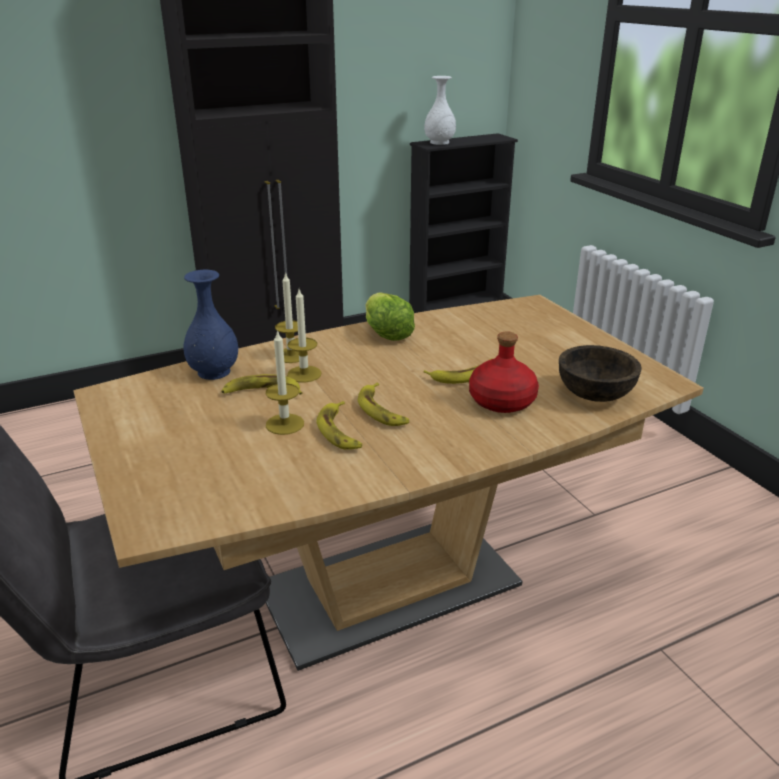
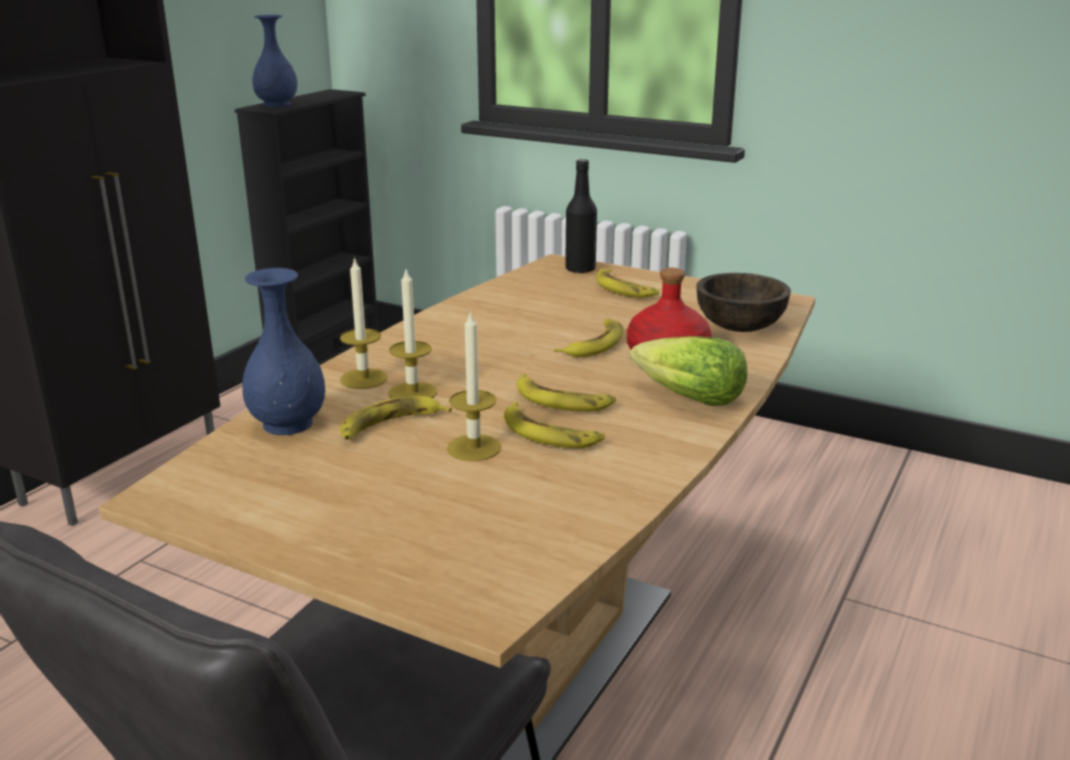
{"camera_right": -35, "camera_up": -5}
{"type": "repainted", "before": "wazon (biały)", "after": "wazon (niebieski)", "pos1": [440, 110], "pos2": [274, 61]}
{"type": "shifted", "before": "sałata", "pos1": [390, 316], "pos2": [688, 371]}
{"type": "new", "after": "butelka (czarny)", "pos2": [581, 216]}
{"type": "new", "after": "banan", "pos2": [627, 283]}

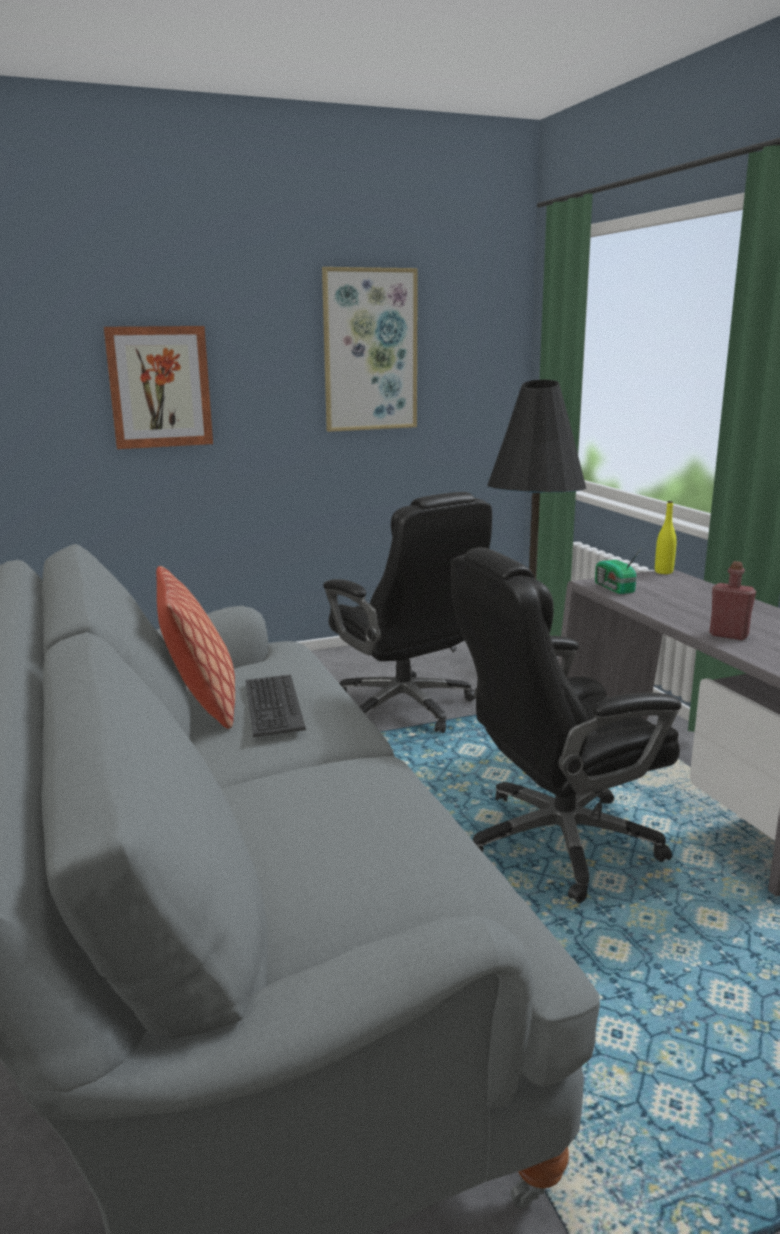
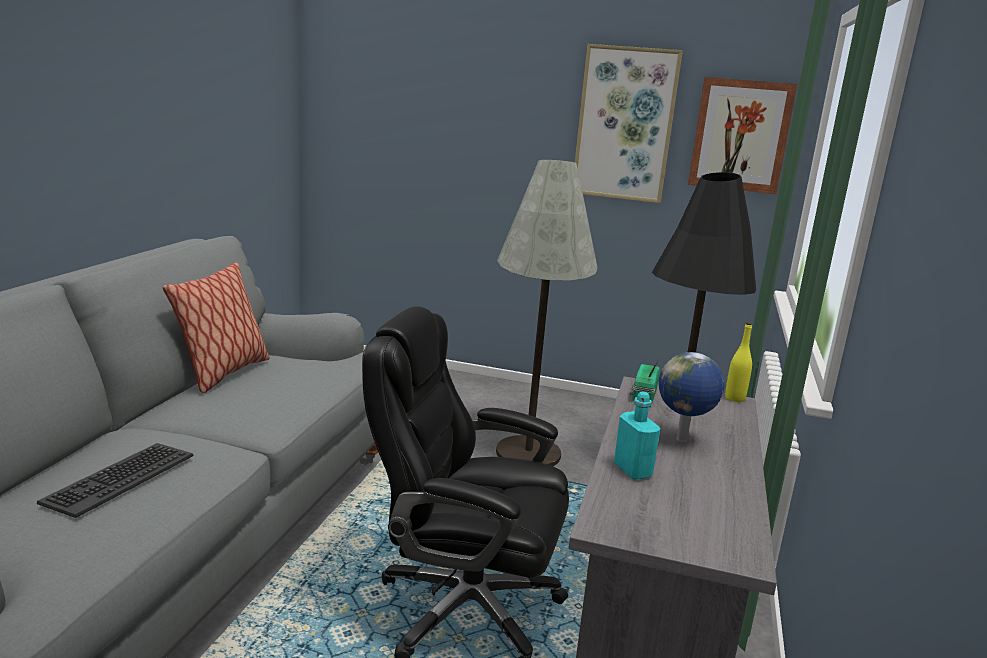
{"camera_right": 35, "camera_up": 0}
{"type": "shifted", "before": "obraz", "pos1": [158, 387], "pos2": [742, 135]}
{"type": "swapped", "before": "krzesło biurowe (czarny)", "after": "lampa stojąca (szary)", "pos1": [407, 612], "pos2": [547, 313]}
{"type": "repainted", "before": "butelka (czerwony)", "after": "butelka (turkusowy)", "pos1": [732, 600], "pos2": [637, 436]}
{"type": "shifted", "before": "klawiatura", "pos1": [275, 705], "pos2": [115, 480]}
{"type": "new", "after": "globus", "pos2": [691, 397]}

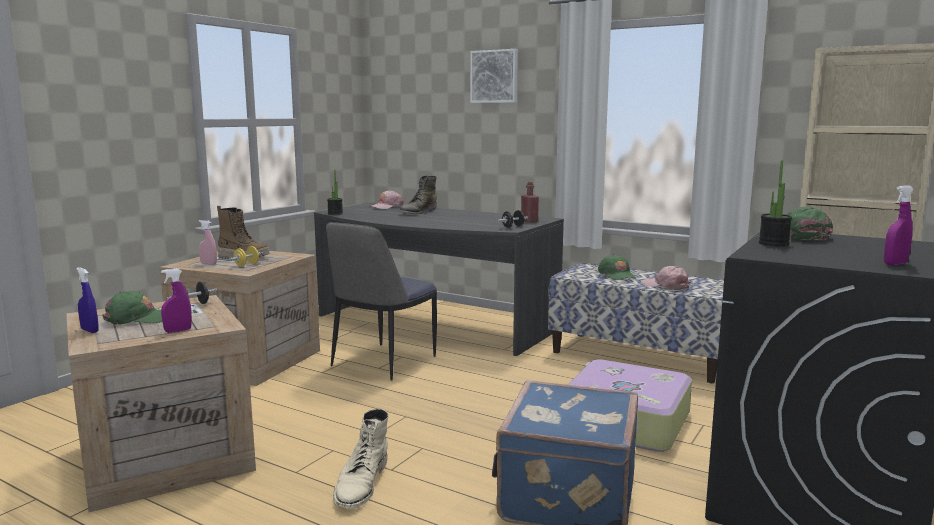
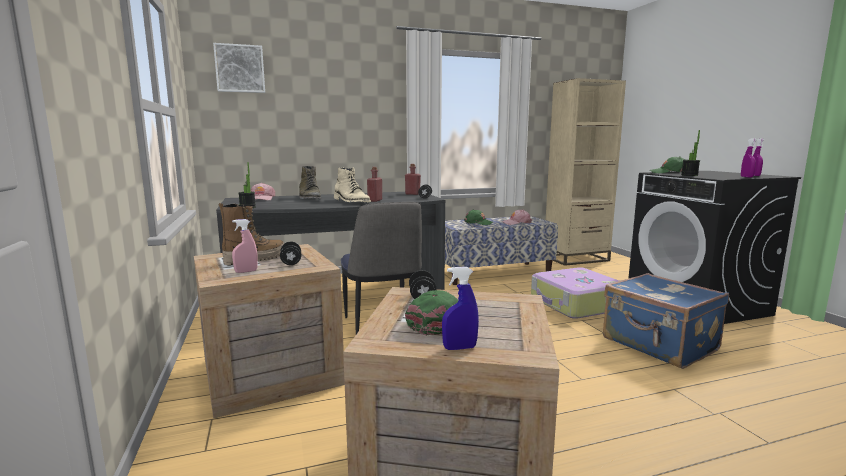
{"camera_right": -50, "camera_up": 0}
{"type": "shifted", "before": "obraz", "pos1": [494, 76], "pos2": [239, 68]}
{"type": "repainted", "before": "hantel (żółty)", "after": "hantel (czarny)", "pos1": [246, 256], "pos2": [290, 253]}
{"type": "shifted", "before": "spryskiwacz (fioletowy)", "pos1": [176, 300], "pos2": [749, 157]}
{"type": "shifted", "before": "but z cholewką (beżowy)", "pos1": [360, 459], "pos2": [352, 185]}
{"type": "new", "after": "butelka (czerwony)", "pos2": [374, 184]}

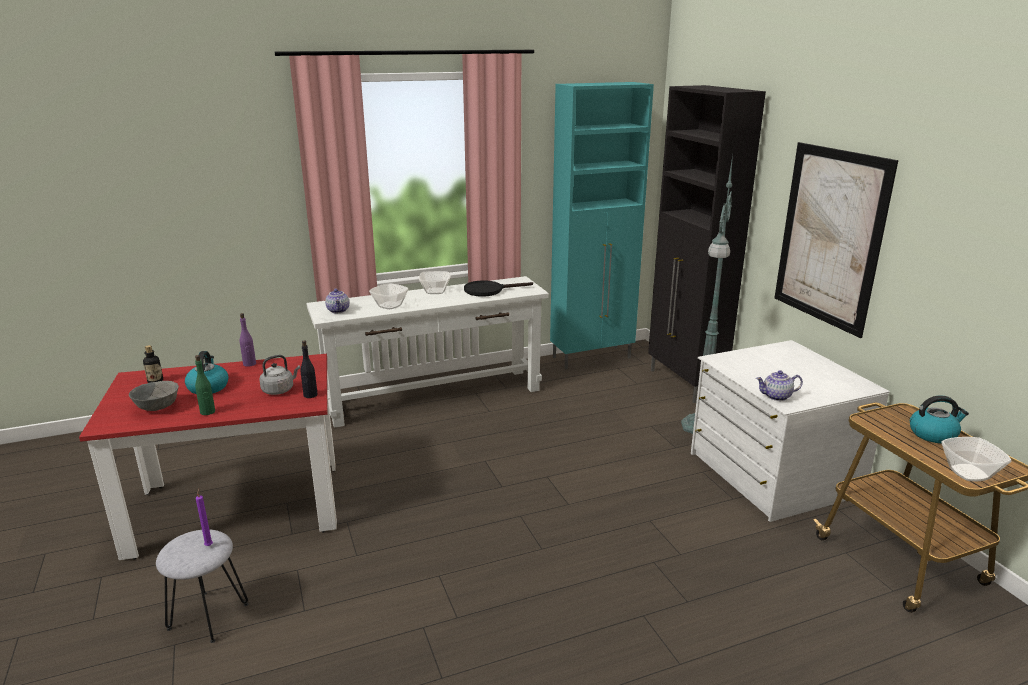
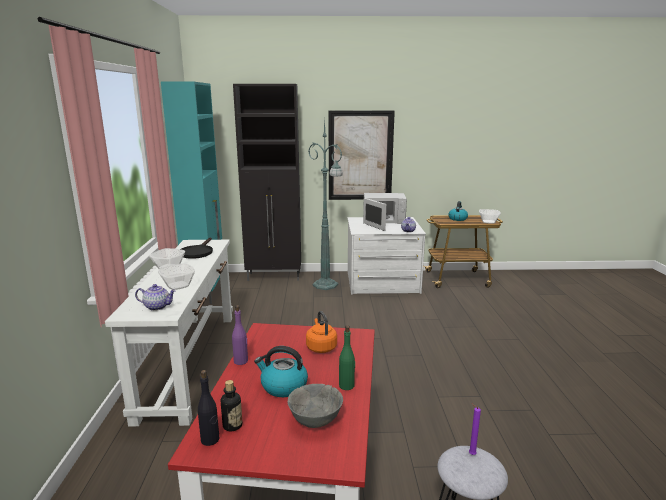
{"camera_right": -70, "camera_up": -5}
{"type": "shifted", "before": "butelka (czarny)", "pos1": [309, 369], "pos2": [208, 408]}
{"type": "repainted", "before": "czajnik (szary)", "after": "czajnik (pomarańczowy)", "pos1": [279, 375], "pos2": [321, 332]}
{"type": "new", "after": "mikrofalówka (biały)", "pos2": [385, 212]}

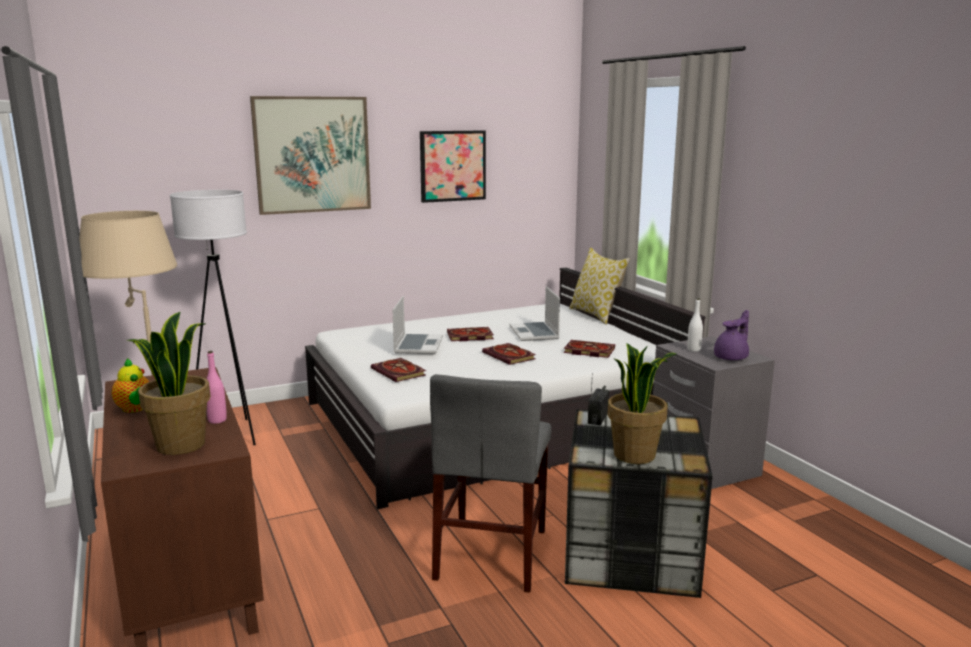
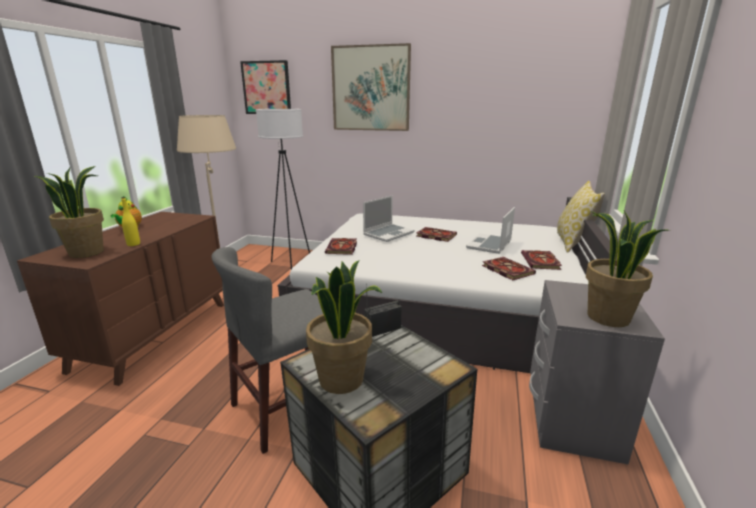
{"camera_right": 40, "camera_up": 5}
{"type": "shifted", "before": "obraz", "pos1": [453, 166], "pos2": [265, 87]}
{"type": "gone", "before": "butelka (biały)", "pos1": [695, 325]}
{"type": "swapped", "before": "imbryk (fioletowy)", "after": "roślina doniczkowa", "pos1": [731, 335], "pos2": [627, 269]}
{"type": "shifted", "before": "książka", "pos1": [509, 354], "pos2": [541, 260]}
{"type": "repainted", "before": "butelka (różowy)", "after": "butelka (żółty)", "pos1": [216, 387], "pos2": [130, 221]}

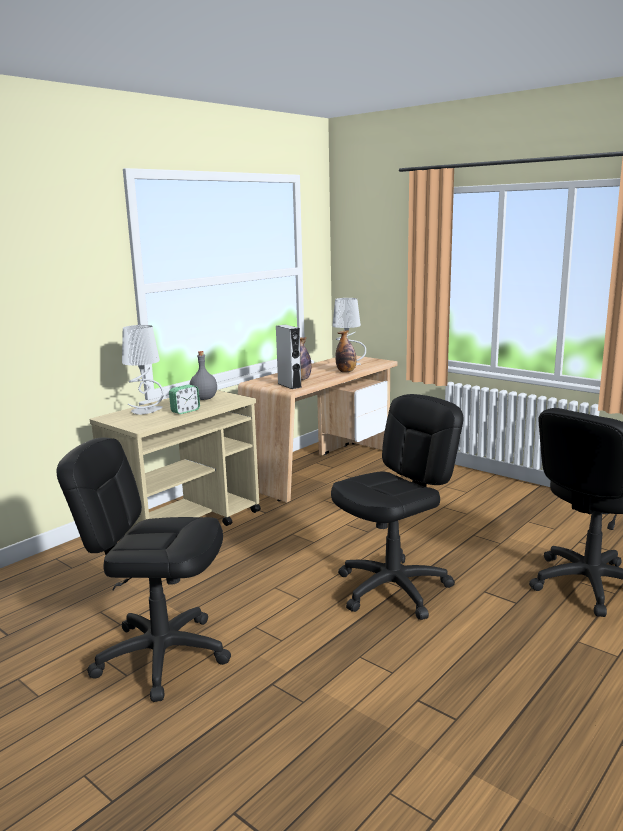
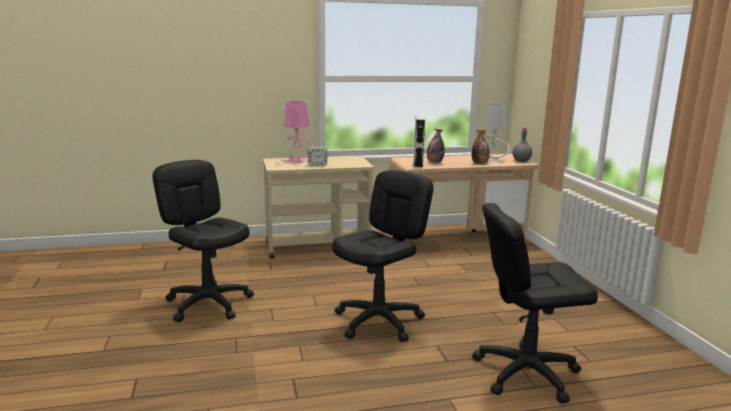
{"camera_right": 35, "camera_up": 0}
{"type": "repainted", "before": "lampa stołowa (szary)", "after": "lampa stołowa (różowy)", "pos1": [143, 370], "pos2": [299, 131]}
{"type": "shifted", "before": "butelka (szary)", "pos1": [203, 375], "pos2": [522, 145]}
{"type": "rotated", "before": "krzesło biurowe (czarny)", "pos1": [397, 507], "pos2": [383, 256], "turn": -45}

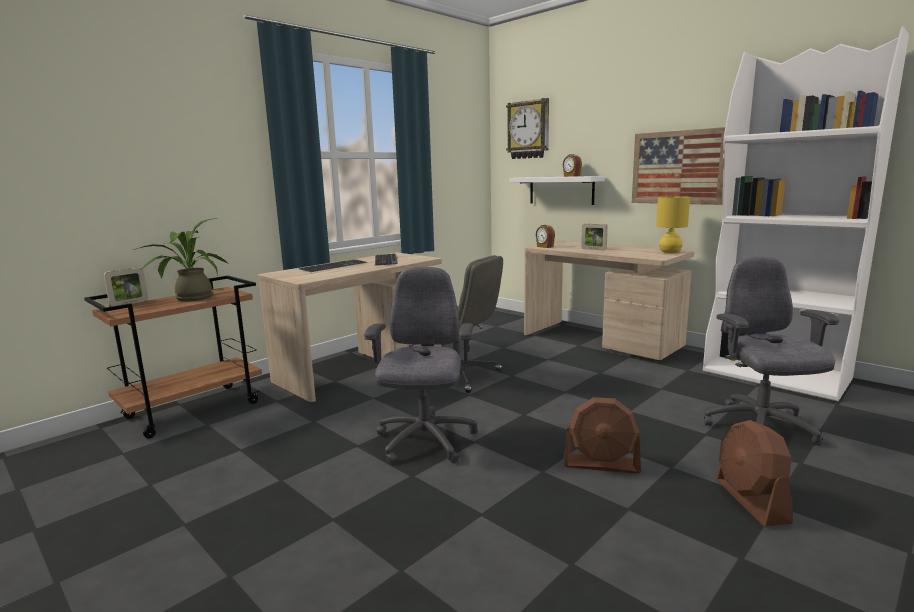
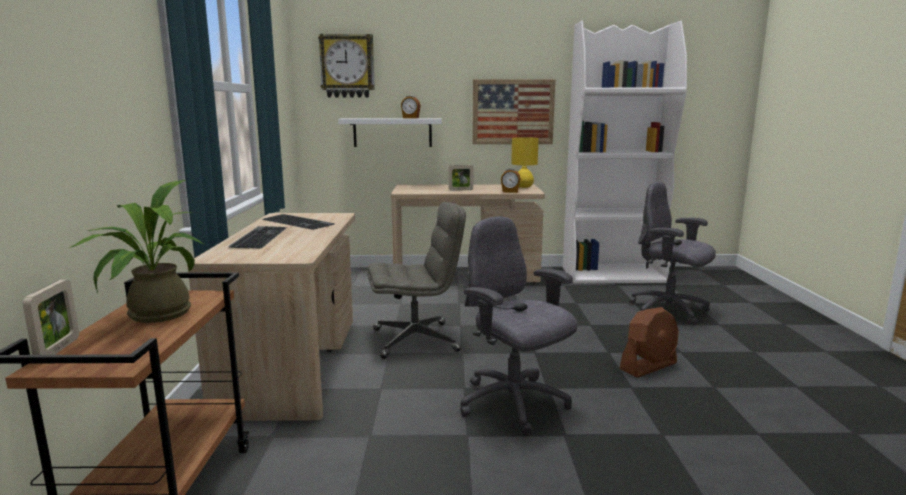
{"camera_right": -45, "camera_up": 0}
{"type": "shifted", "before": "budzik", "pos1": [545, 236], "pos2": [510, 181]}
{"type": "gone", "before": "wentylator (brązowy)", "pos1": [754, 473]}

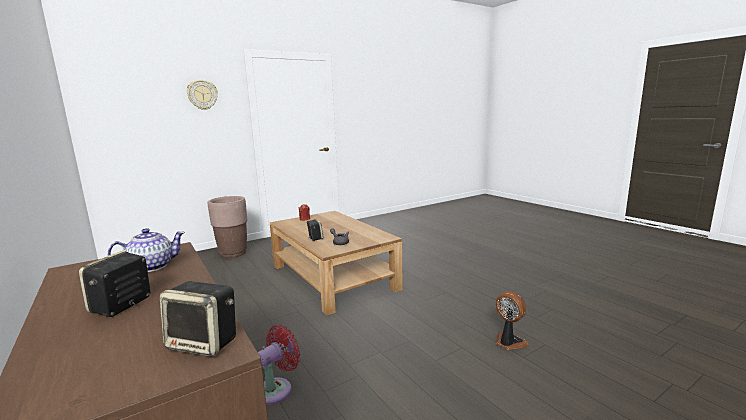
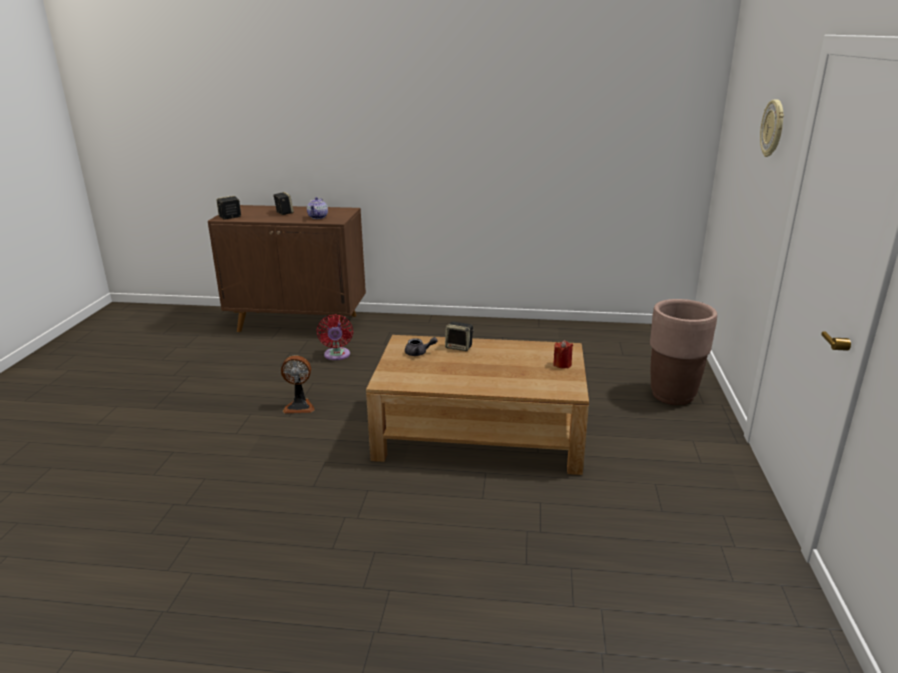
{"camera_right": 130, "camera_up": 10}
{"type": "shifted", "before": "wentylator", "pos1": [512, 320], "pos2": [298, 384]}

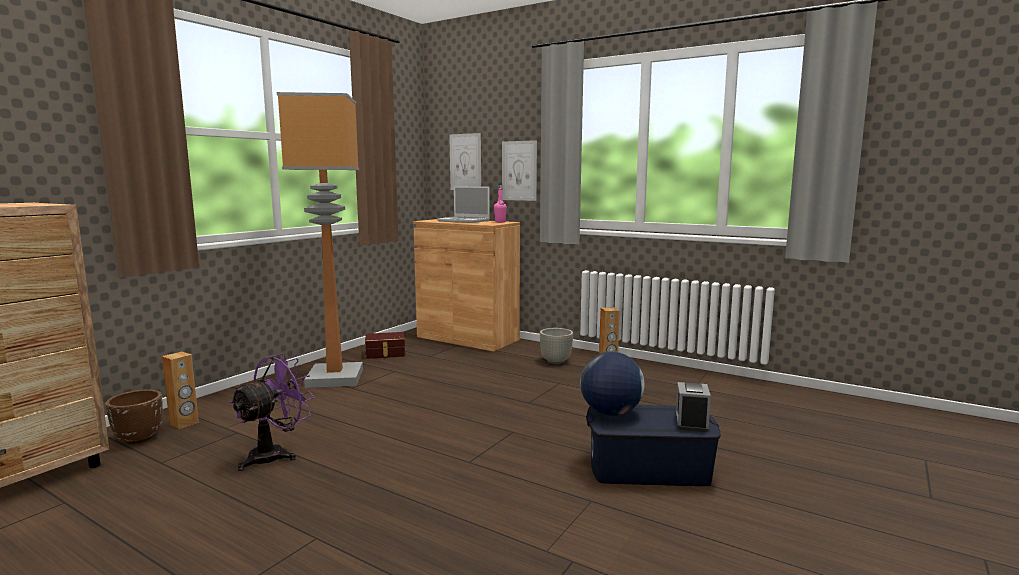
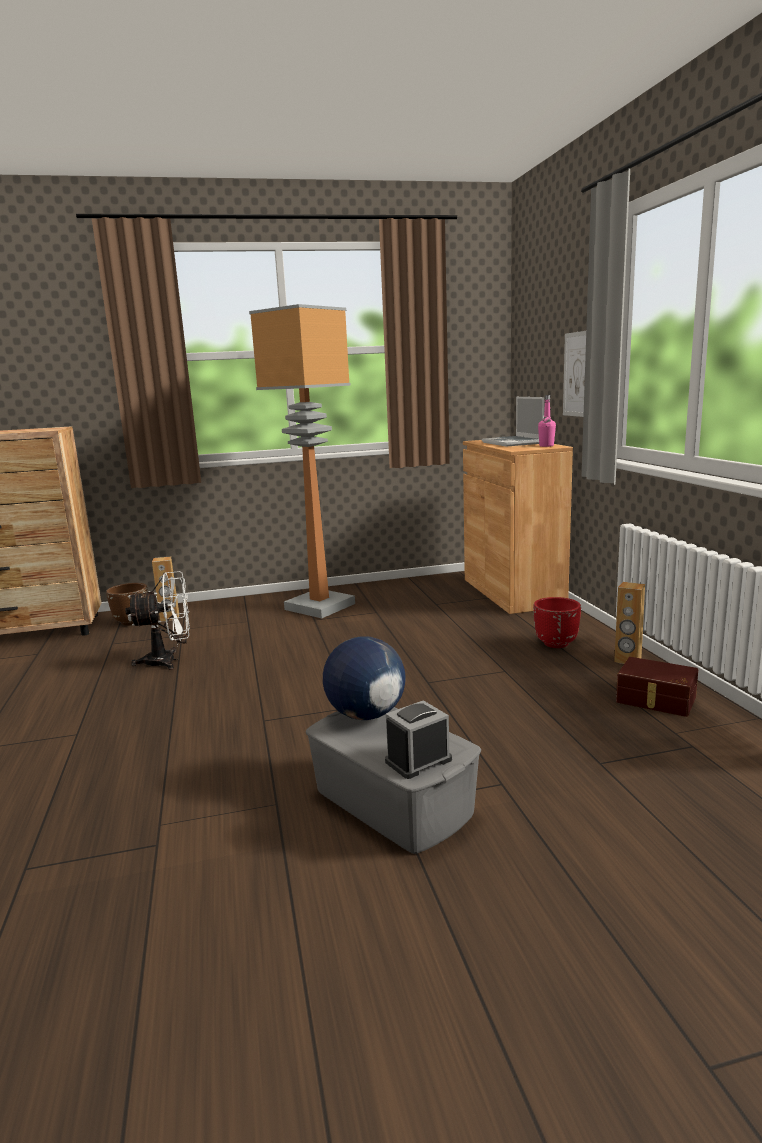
{"camera_right": 45, "camera_up": 5}
{"type": "gone", "before": "obraz", "pos1": [465, 161]}
{"type": "repainted", "before": "donica (szary)", "after": "donica (czerwony)", "pos1": [556, 346], "pos2": [557, 622]}
{"type": "shifted", "before": "pojemnik do przechowywania (brązowy)", "pos1": [385, 345], "pos2": [657, 687]}
{"type": "repainted", "before": "wentylator (fioletowy)", "after": "wentylator (biały)", "pos1": [272, 412], "pos2": [157, 620]}
{"type": "repainted", "before": "pojemnik do przechowywania (niebieski)", "after": "pojemnik do przechowywania (szary)", "pos1": [653, 445], "pos2": [393, 780]}

